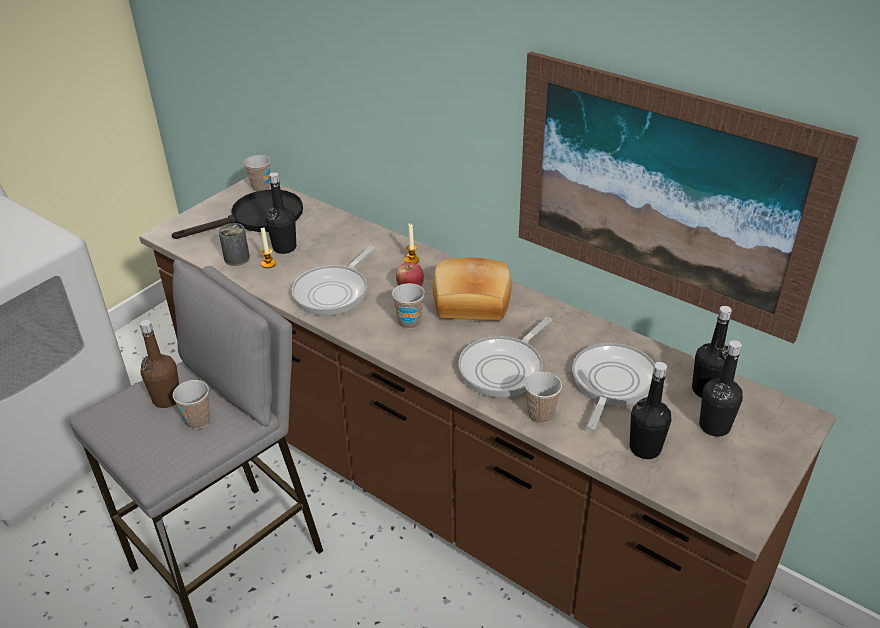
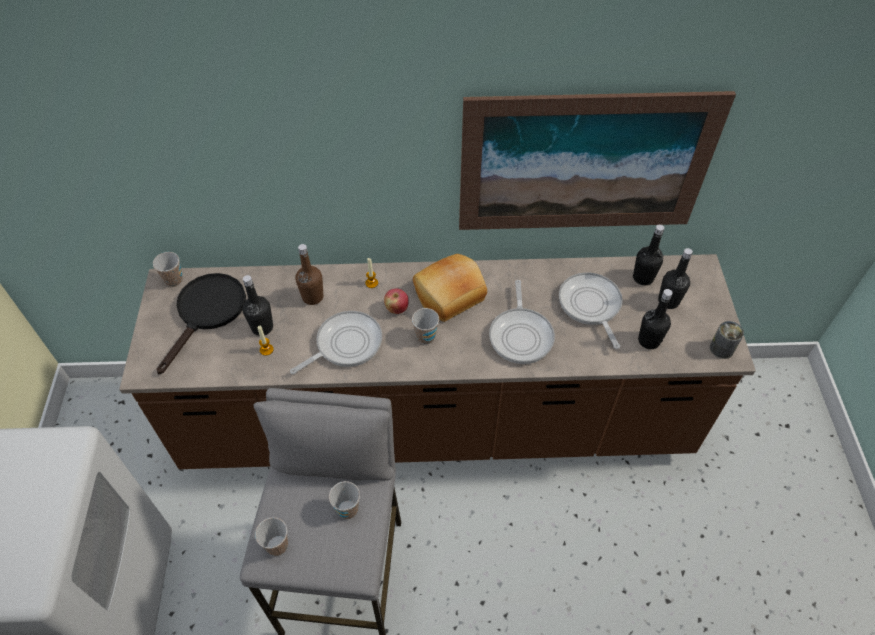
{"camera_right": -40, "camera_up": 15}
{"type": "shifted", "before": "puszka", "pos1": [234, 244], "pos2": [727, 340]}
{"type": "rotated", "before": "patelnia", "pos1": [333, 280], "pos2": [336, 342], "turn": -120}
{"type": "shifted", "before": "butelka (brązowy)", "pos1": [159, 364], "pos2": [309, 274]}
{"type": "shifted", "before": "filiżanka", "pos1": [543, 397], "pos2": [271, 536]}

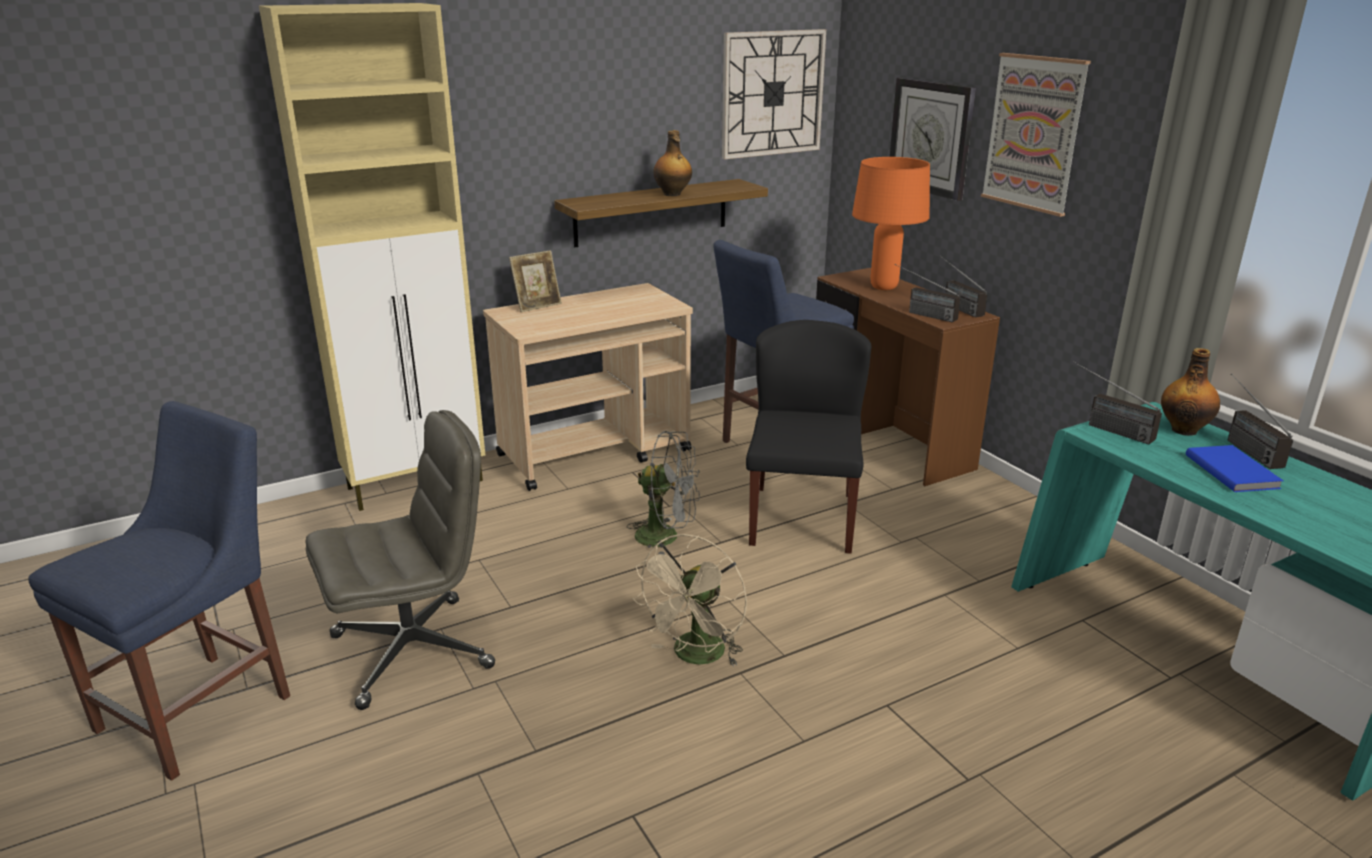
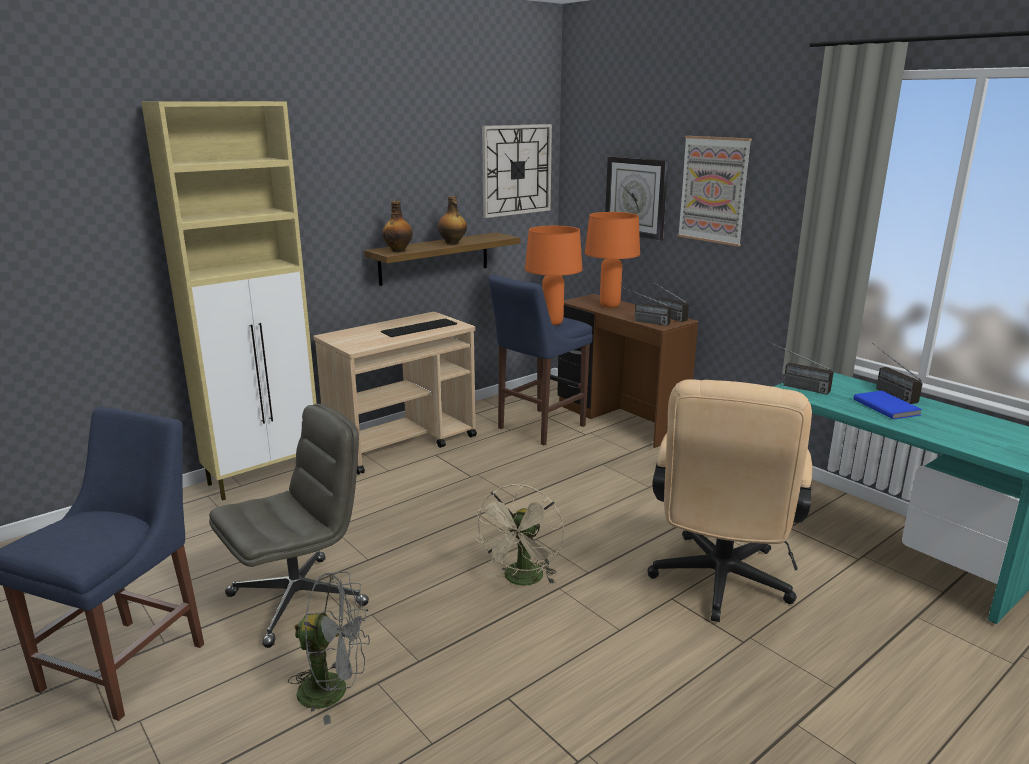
{"camera_right": -10, "camera_up": -5}
{"type": "gone", "before": "ramka na zdjęcie", "pos1": [535, 281]}
{"type": "gone", "before": "krzesło (czarny)", "pos1": [808, 437]}
{"type": "shifted", "before": "butelka", "pos1": [1190, 392], "pos2": [397, 226]}
{"type": "shifted", "before": "wentylator (szary)", "pos1": [663, 493], "pos2": [329, 648]}
{"type": "new", "after": "lampa stołowa (pomarańczowy)", "pos2": [553, 275]}
{"type": "new", "after": "klawiatura", "pos2": [419, 328]}
{"type": "new", "after": "krzesło biurowe (beżowy)", "pos2": [729, 500]}

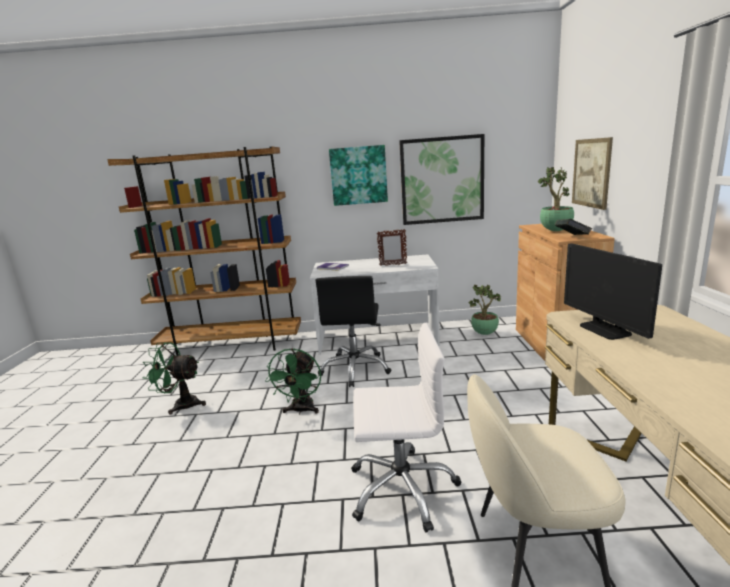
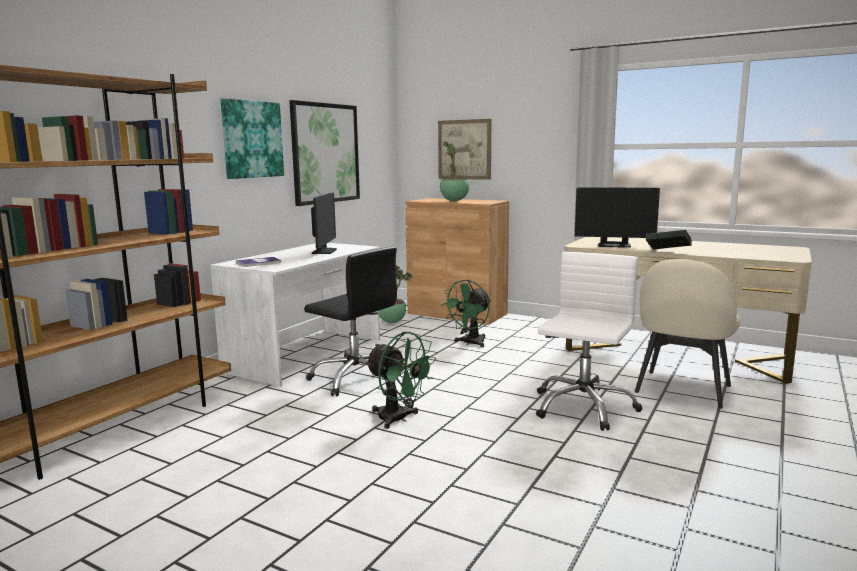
{"camera_right": -60, "camera_up": -5}
{"type": "shifted", "before": "książka", "pos1": [573, 227], "pos2": [669, 240]}
{"type": "swapped", "before": "ramka na zdjęcie", "after": "monitor", "pos1": [392, 247], "pos2": [324, 223]}
{"type": "shifted", "before": "wentylator (zielony)", "pos1": [174, 378], "pos2": [466, 314]}

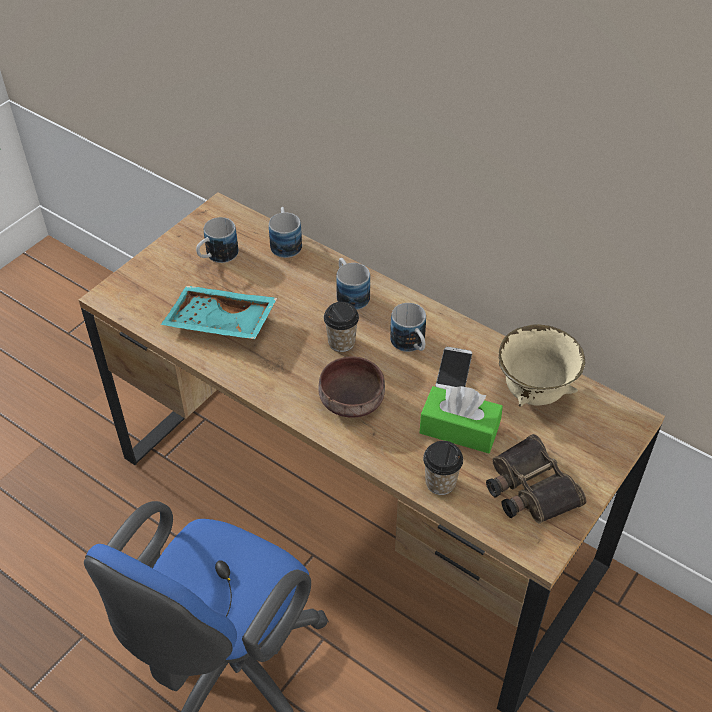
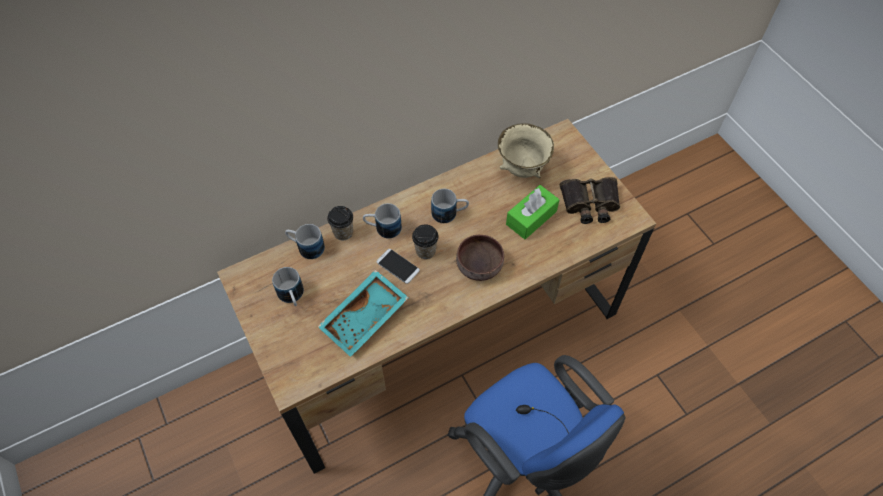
{"camera_right": -65, "camera_up": 10}
{"type": "shifted", "before": "telefon", "pos1": [454, 368], "pos2": [398, 266]}
{"type": "shifted", "before": "filiżanka", "pos1": [443, 468], "pos2": [340, 223]}

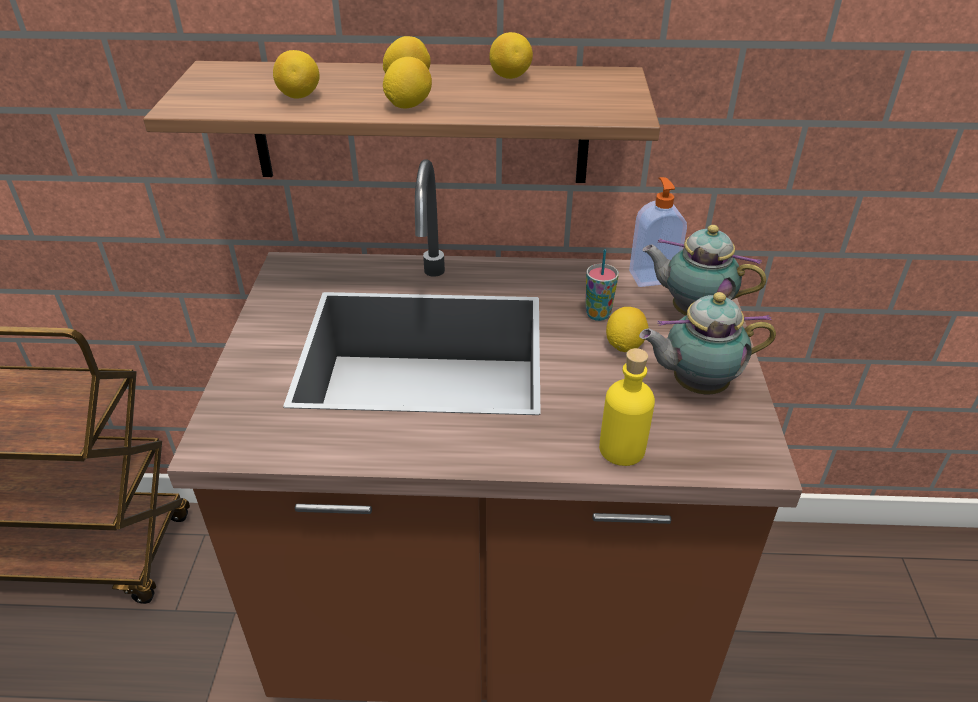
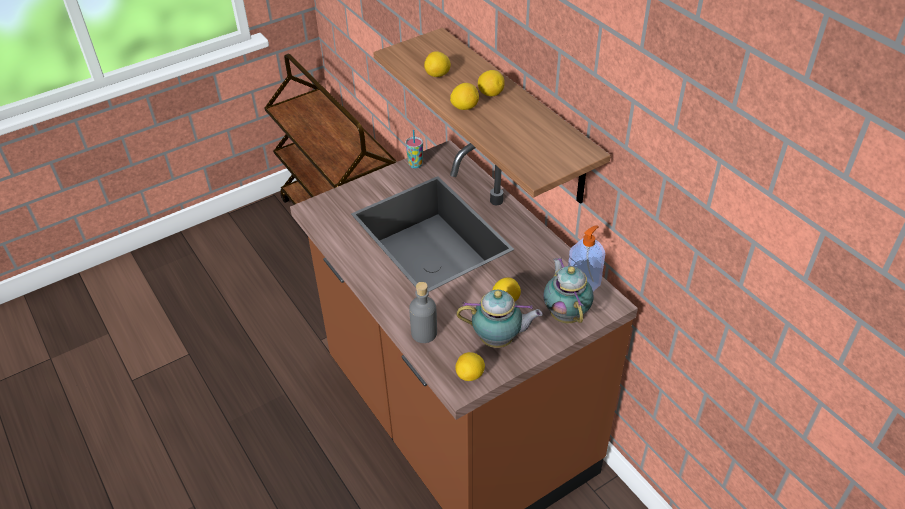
{"camera_right": 55, "camera_up": 5}
{"type": "shifted", "before": "cytryna", "pos1": [511, 55], "pos2": [470, 366]}
{"type": "shifted", "before": "filiżanka", "pos1": [602, 285], "pos2": [414, 149]}
{"type": "rotated", "before": "imbryk", "pos1": [707, 343], "pos2": [499, 319], "turn": 135}
{"type": "repainted", "before": "butelka (żółty)", "after": "butelka (szary)", "pos1": [627, 407], "pos2": [423, 312]}

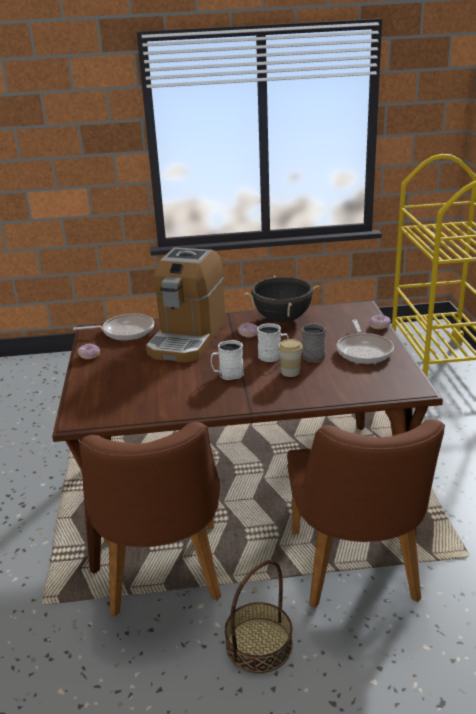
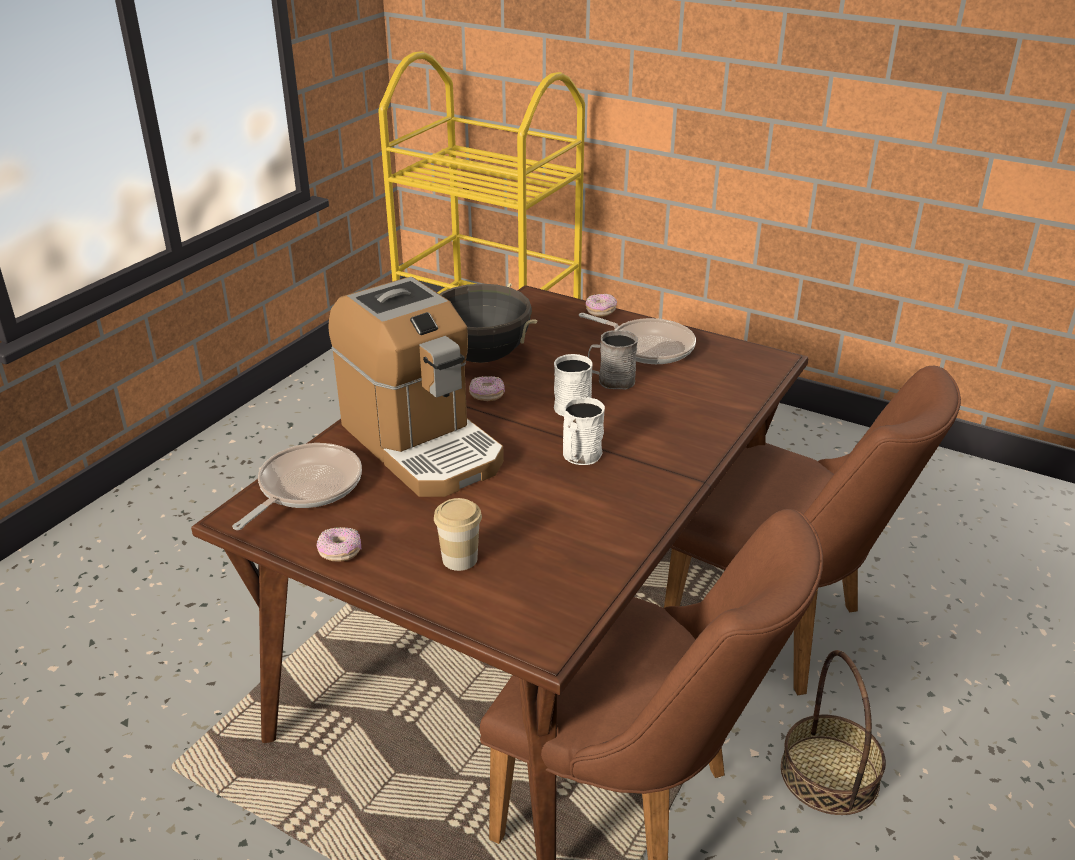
{"camera_right": -55, "camera_up": 5}
{"type": "shifted", "before": "filiżanka", "pos1": [290, 358], "pos2": [458, 534]}

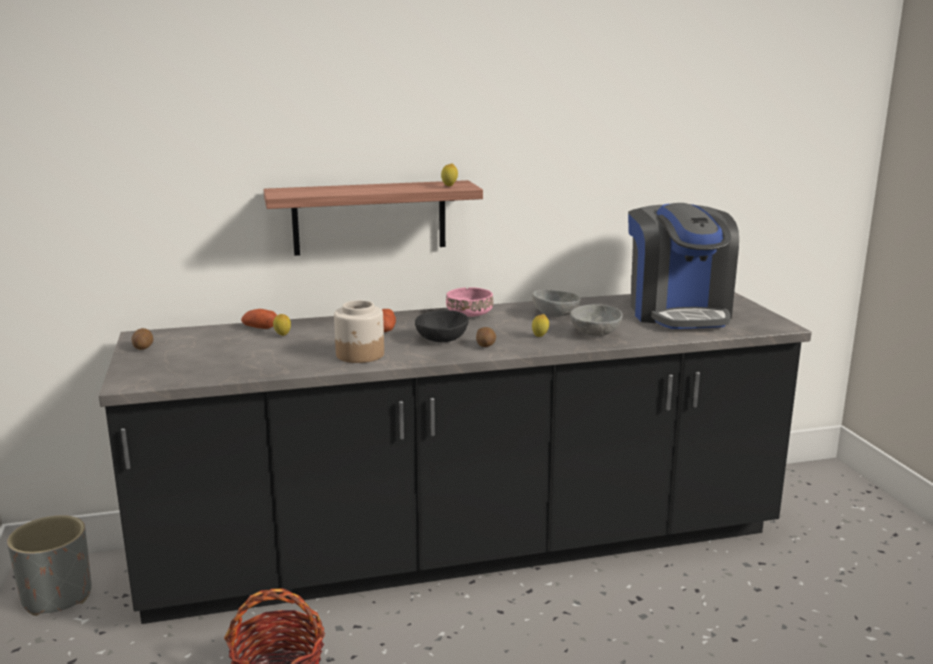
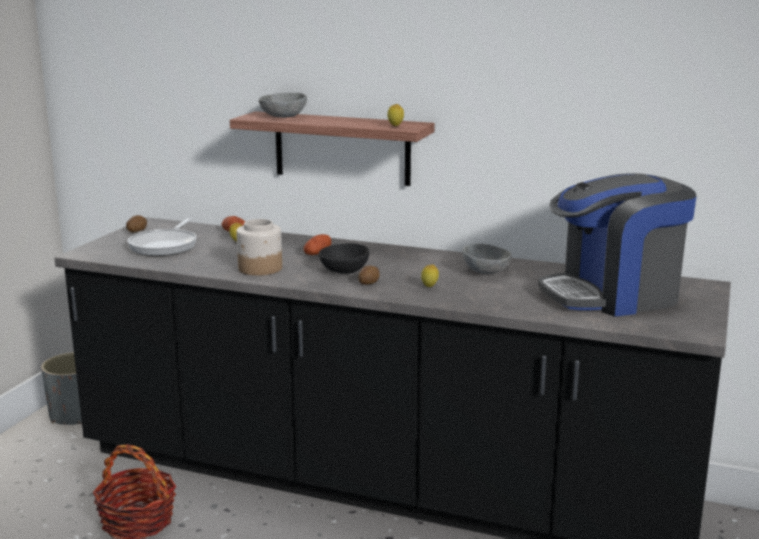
{"camera_right": 35, "camera_up": 0}
{"type": "rotated", "before": "ekspres do kawy", "pos1": [683, 266], "pos2": [617, 245], "turn": 45}
{"type": "gone", "before": "miska (różowy)", "pos1": [469, 302]}
{"type": "shifted", "before": "miska (szary)", "pos1": [596, 320], "pos2": [283, 105]}
{"type": "new", "after": "patelnia", "pos2": [162, 237]}

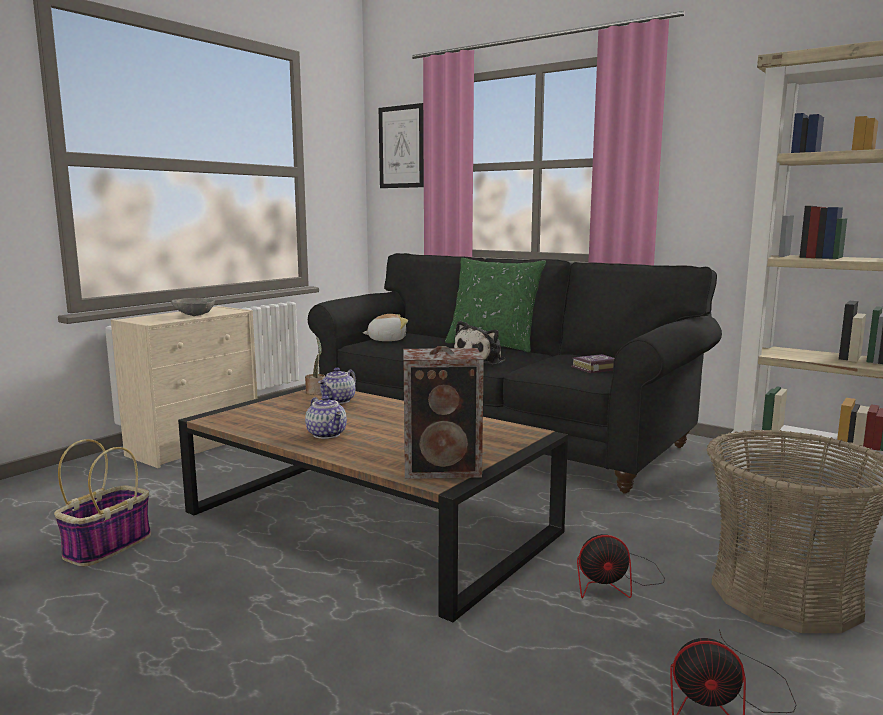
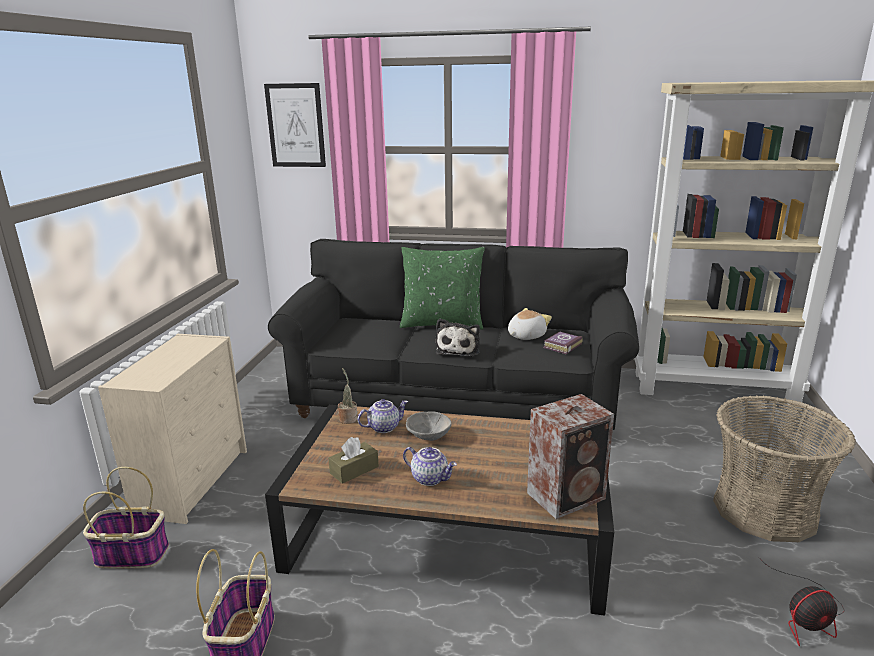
{"camera_right": -25, "camera_up": 10}
{"type": "shifted", "before": "miska (szary)", "pos1": [193, 307], "pos2": [429, 426]}
{"type": "shifted", "before": "pluszak", "pos1": [385, 327], "pos2": [530, 324]}
{"type": "rotated", "before": "imbryk", "pos1": [337, 386], "pos2": [383, 416], "turn": -120}
{"type": "gone", "before": "wentylator", "pos1": [621, 566]}
{"type": "new", "after": "pudełko chusteczek (brązowy)", "pos2": [354, 460]}
{"type": "new", "after": "koszyk", "pos2": [126, 517]}

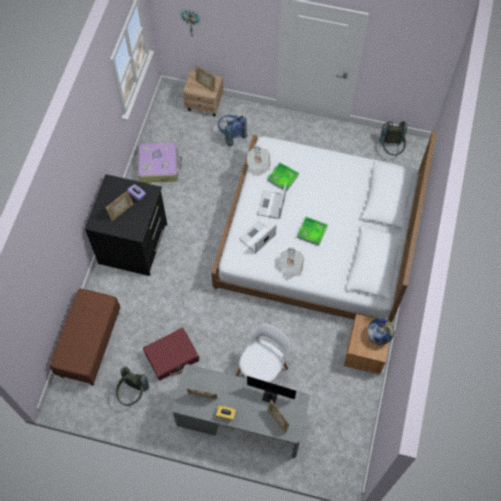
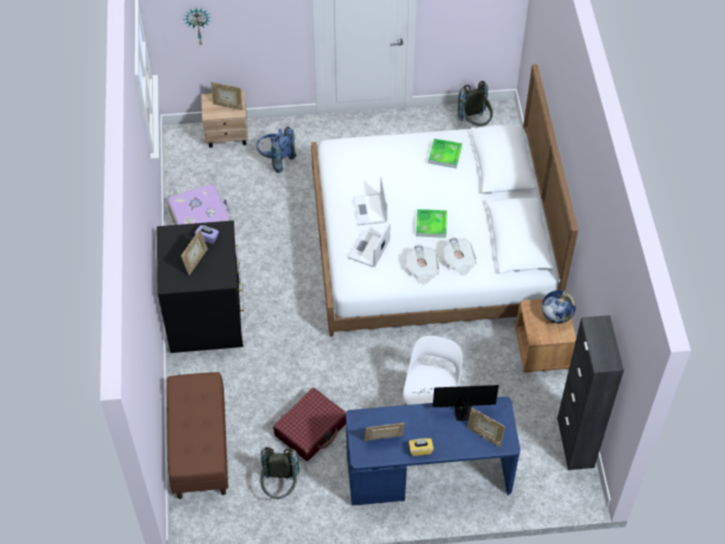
{"camera_right": -20, "camera_up": -10}
{"type": "shifted", "before": "gazeta", "pos1": [258, 161], "pos2": [460, 256]}
{"type": "shifted", "before": "taca", "pos1": [283, 177], "pos2": [445, 153]}
{"type": "repainted", "before": "biurko (szary)", "after": "biurko (niebieski)", "pos1": [240, 411], "pos2": [433, 451]}
{"type": "new", "after": "szafka (czarny)", "pos2": [590, 392]}

